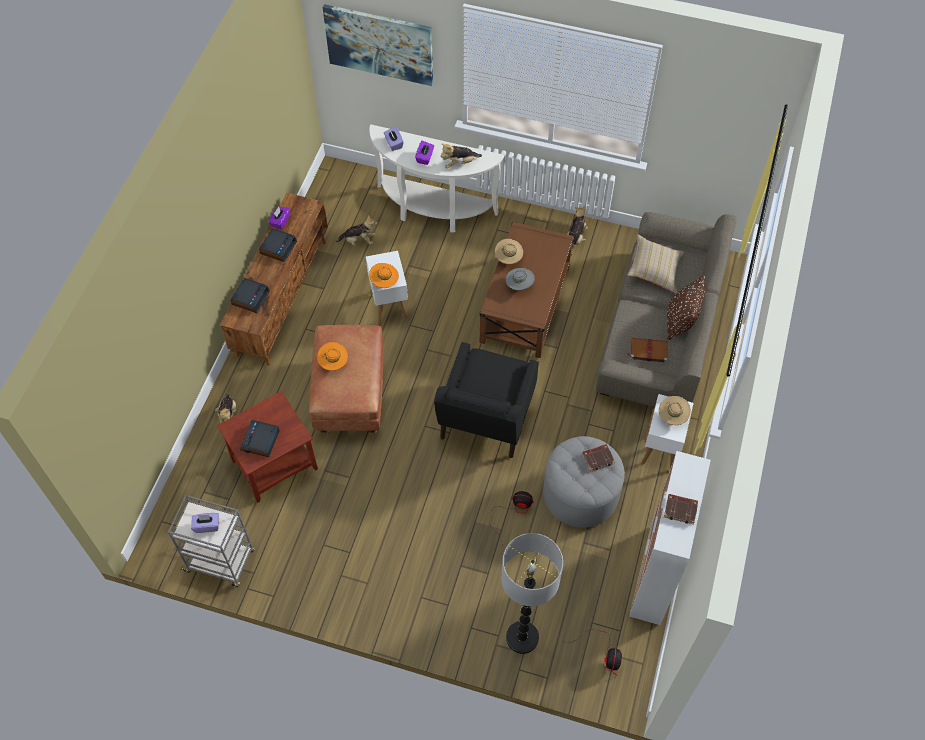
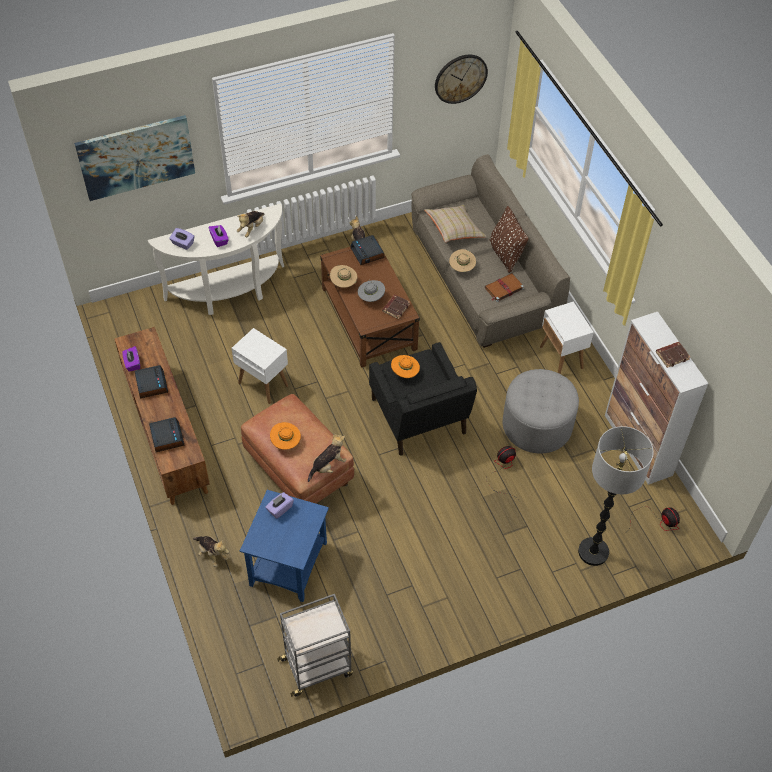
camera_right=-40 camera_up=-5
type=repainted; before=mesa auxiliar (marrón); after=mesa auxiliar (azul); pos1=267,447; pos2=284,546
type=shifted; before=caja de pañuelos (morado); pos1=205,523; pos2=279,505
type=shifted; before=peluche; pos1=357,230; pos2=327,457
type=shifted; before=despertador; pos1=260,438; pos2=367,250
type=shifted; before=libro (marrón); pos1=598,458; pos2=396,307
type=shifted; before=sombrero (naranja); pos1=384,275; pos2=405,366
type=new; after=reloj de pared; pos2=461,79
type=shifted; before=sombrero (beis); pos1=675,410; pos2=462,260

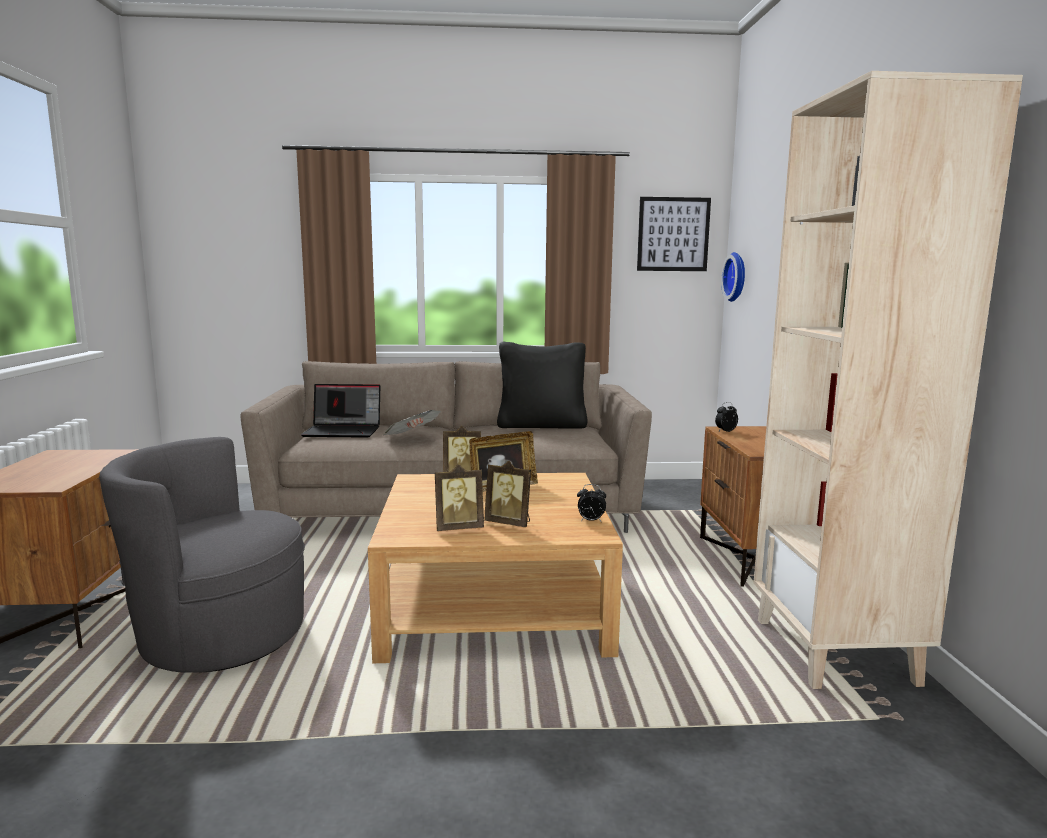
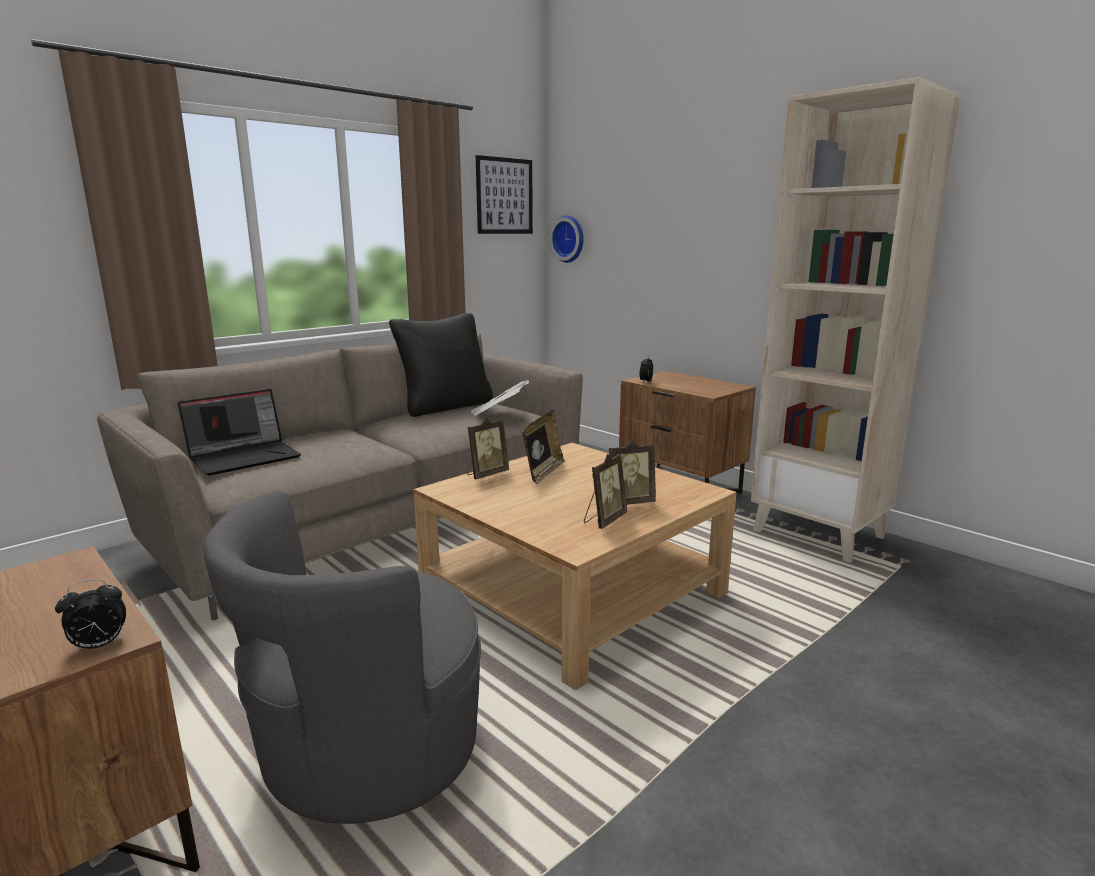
camera_right=-40 camera_up=5
type=shifted; before=despertador; pos1=591,502; pos2=90,616
type=shifted; before=periódico; pos1=412,422; pos2=500,398

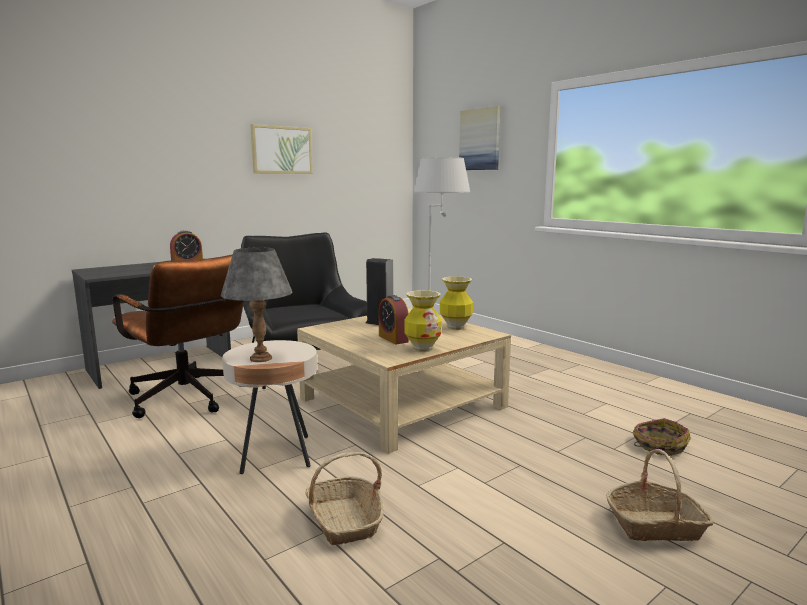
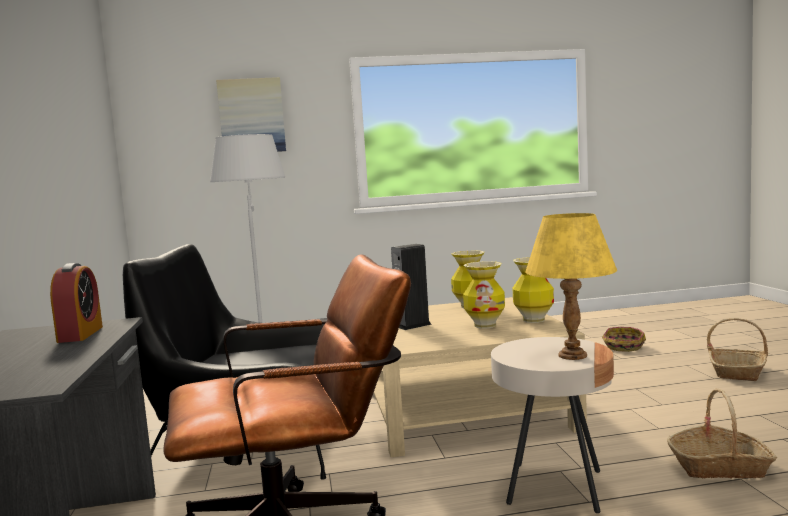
camera_right=-60 camera_up=-5
type=swapped; before=despertador; after=florero; pos1=394,319; pos2=484,294
type=repainted; before=lámpara de mesa (gris); after=lámpara de mesa (amarillo); pos1=256,304; pos2=571,286
type=gone; before=cuadro; pos1=282,149

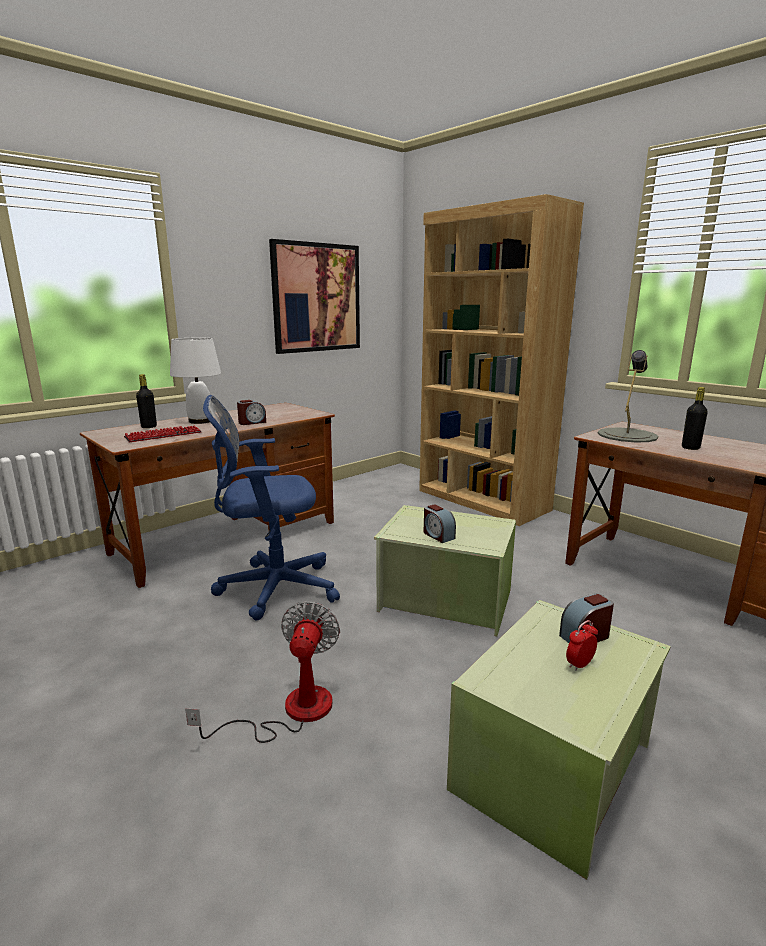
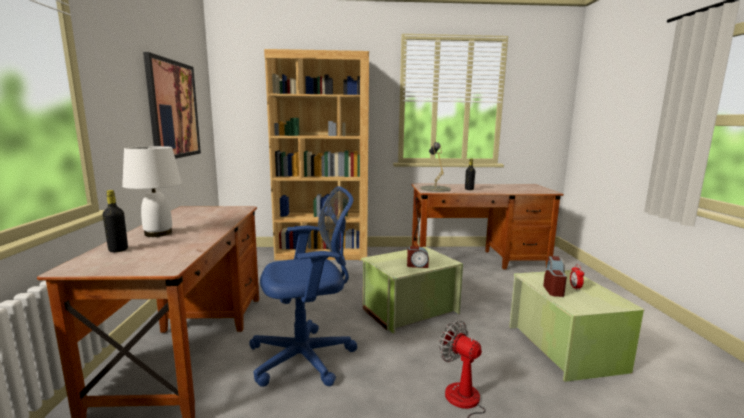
camera_right=-50 camera_up=-5
type=rotated; before=silla de oficina (azul); pos1=271,508; pos2=303,286; turn=-135
type=shifted; before=despertador; pos1=251,412; pos2=555,283
type=gone; before=teclado; pos1=163,434

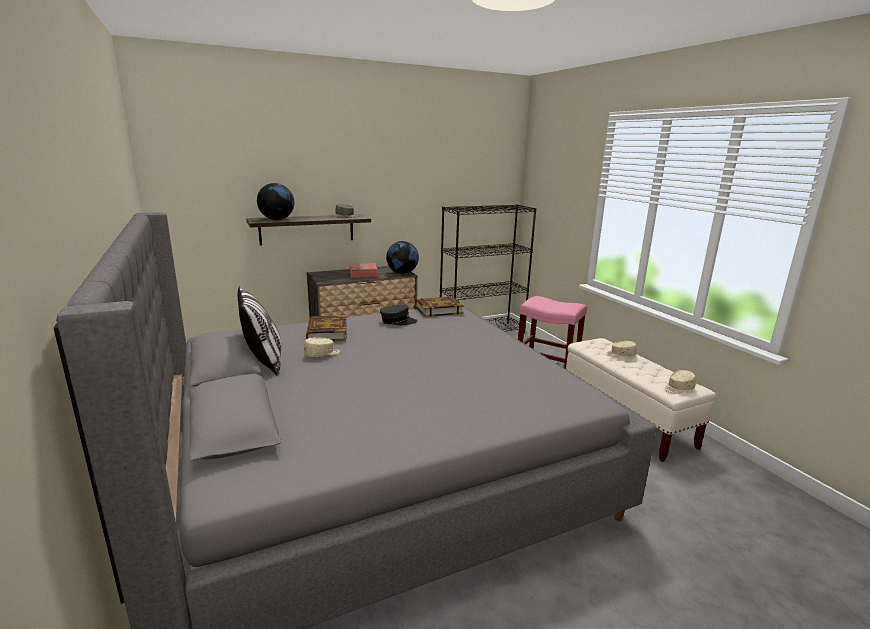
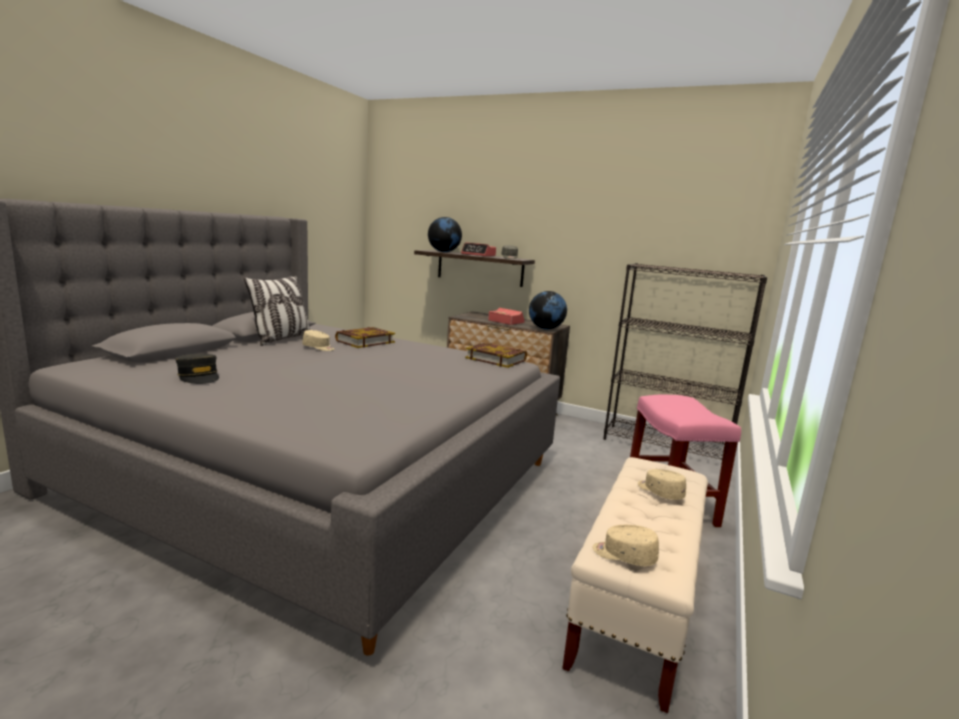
camera_right=50 camera_up=-5
type=shifted; before=gorra (gris); pos1=398,314; pos2=197,369
type=new; after=despertador; pos2=478,249

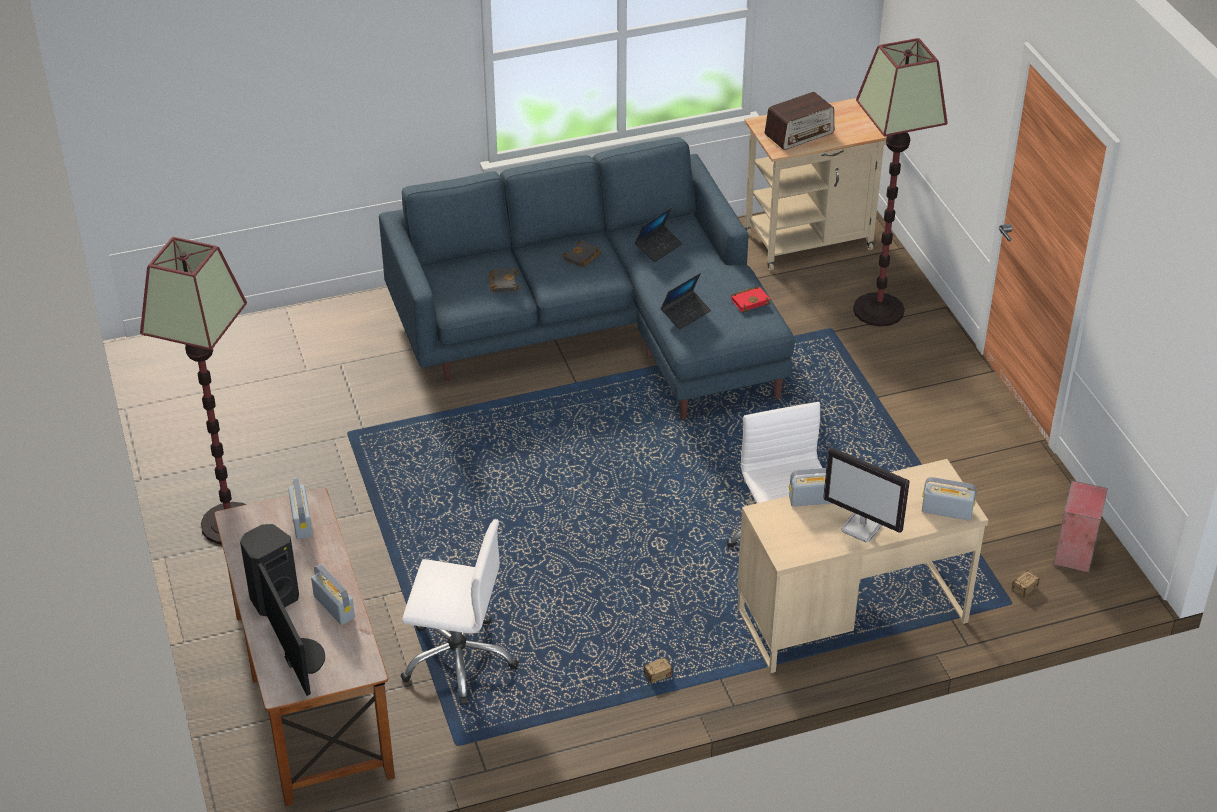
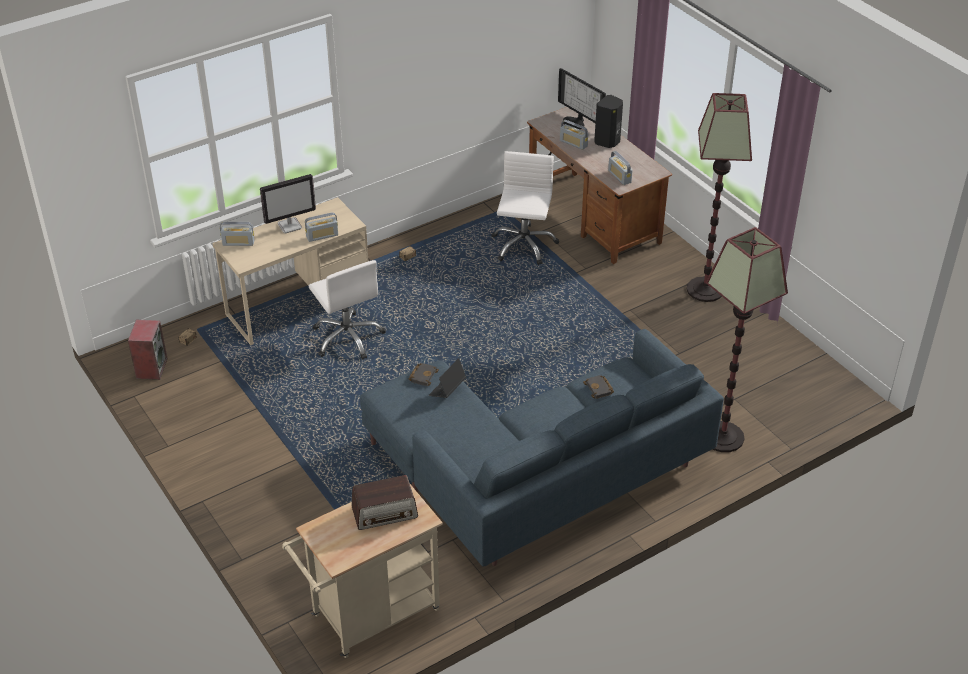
camera_right=165 camera_up=0
type=rotated; before=monitor; pos1=866,494; pos2=288,203; turn=135
type=rotated; before=radio; pos1=799,121; pos2=384,502; turn=-150
type=shifted; before=libro (negro); pos1=581,254; pos2=424,374
type=rotated; before=silla de oficina (blanco); pos1=459,612; pos2=525,208; turn=105
type=shifted; before=lámpara de pie; pos1=900,182; pos2=747,339
type=gone; before=portátil; pos1=659,235
type=gone; before=libro (rojo); pos1=751,299

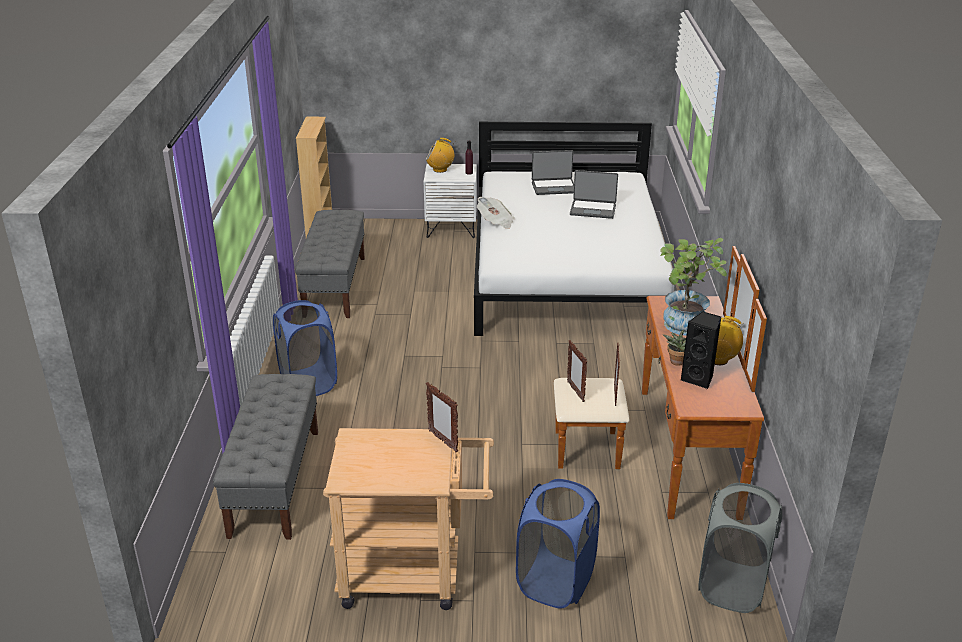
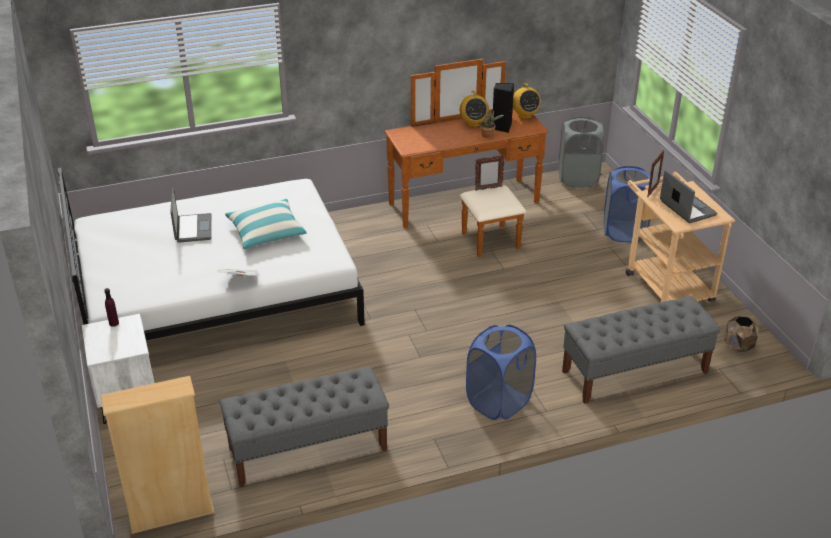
camera_right=-110 camera_up=5
type=new; after=cojín; pos2=265,224
type=shifted; before=radio; pos1=441,155; pos2=527,101
type=shifted; before=portátil; pos1=553,172; pos2=688,196
type=new; after=maceta (marrón); pos2=741,334
type=gone; before=portarretratos; pos1=577,371
type=gone; before=planta en maceta; pos1=693,286

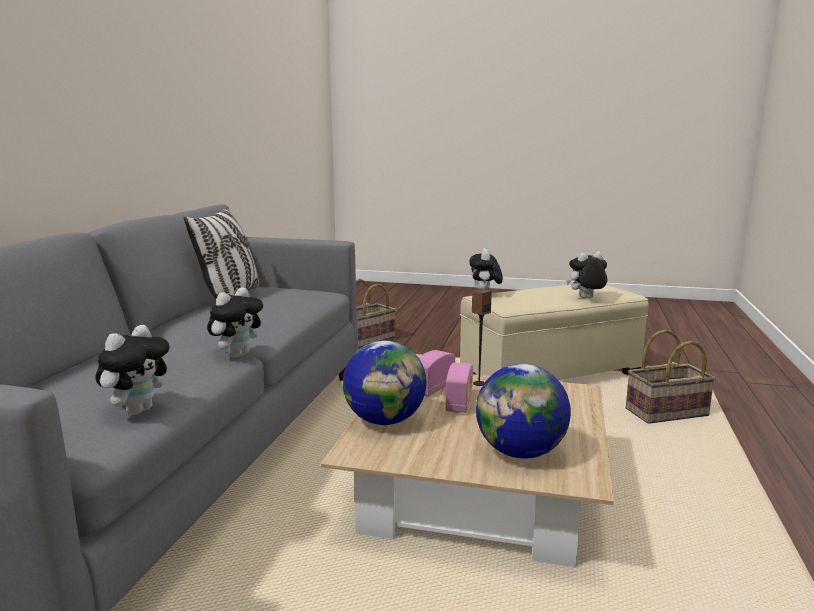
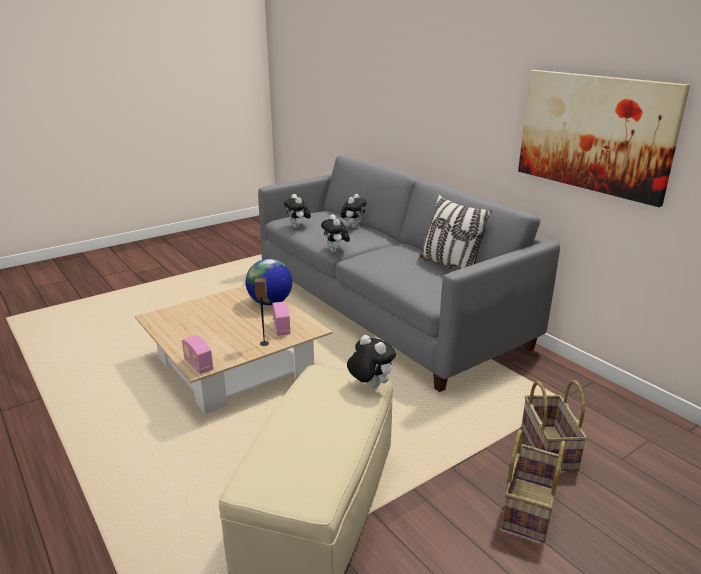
camera_right=130 camera_up=10
type=shifted; before=radio; pos1=459,388; pos2=197,354
type=shifted; before=peluche; pos1=586,274; pos2=354,211
type=shifted; before=cesta; pos1=670,376; pos2=533,485
type=new; after=cuadro; pos2=604,138
type=gone; before=globo terráqueo; pos1=523,411

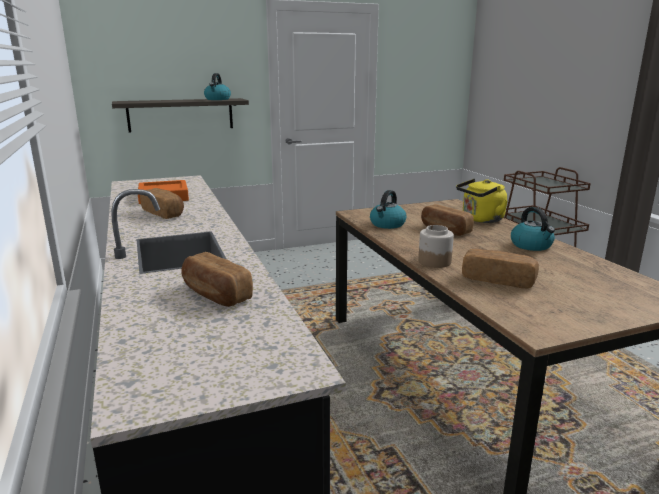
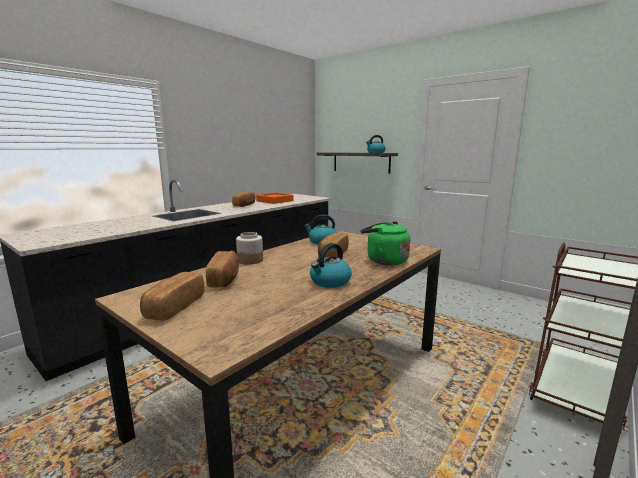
camera_right=60 camera_up=-5
type=shifted; before=pan; pos1=217,279; pos2=172,296
type=repainted; before=hervidor (amarillo); after=hervidor (verde); pos1=482,201; pos2=385,243

